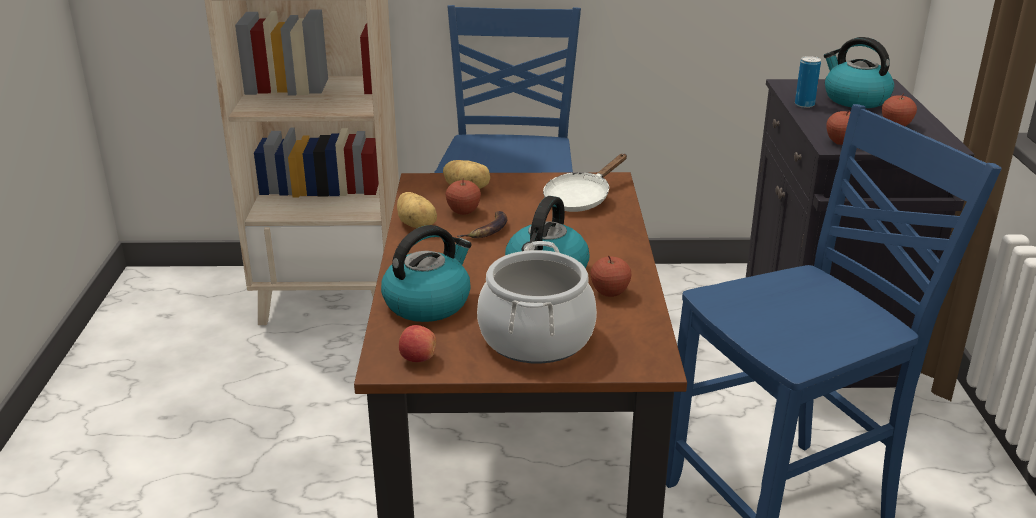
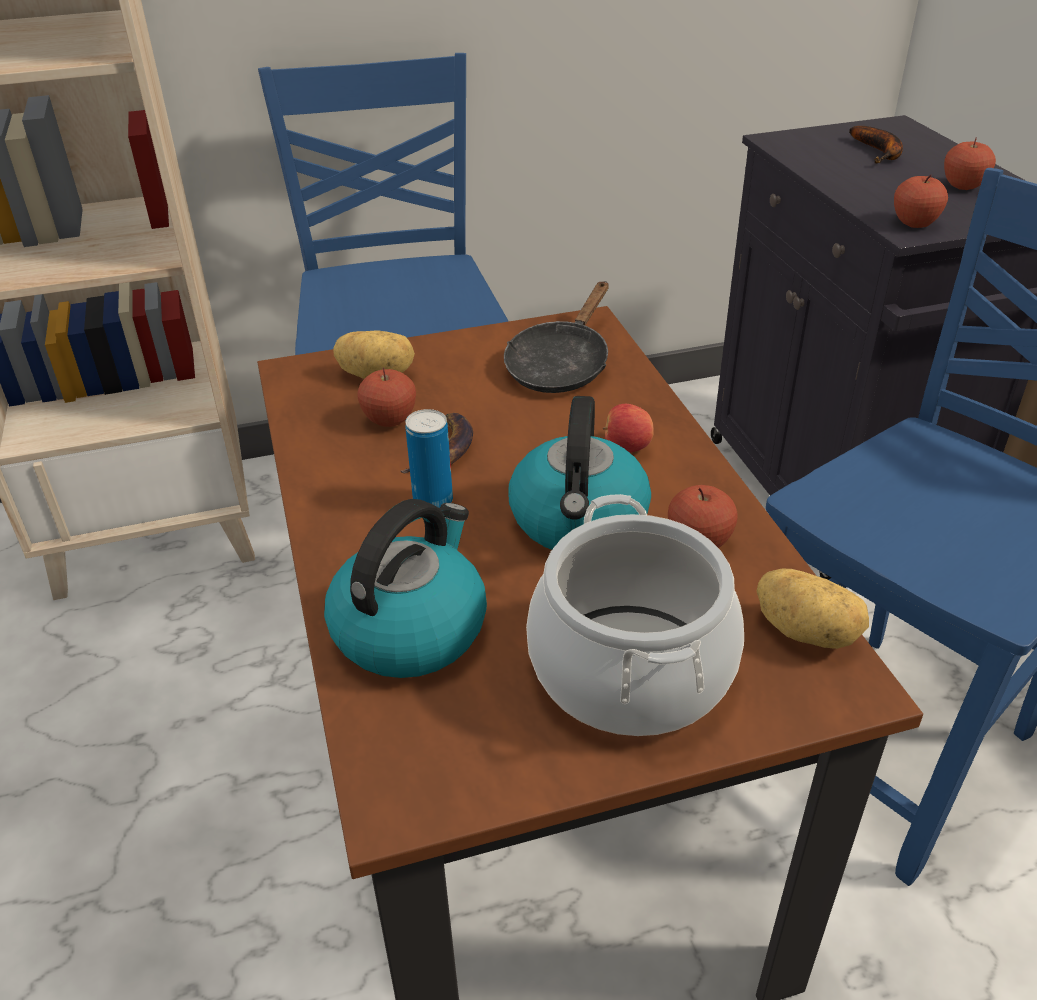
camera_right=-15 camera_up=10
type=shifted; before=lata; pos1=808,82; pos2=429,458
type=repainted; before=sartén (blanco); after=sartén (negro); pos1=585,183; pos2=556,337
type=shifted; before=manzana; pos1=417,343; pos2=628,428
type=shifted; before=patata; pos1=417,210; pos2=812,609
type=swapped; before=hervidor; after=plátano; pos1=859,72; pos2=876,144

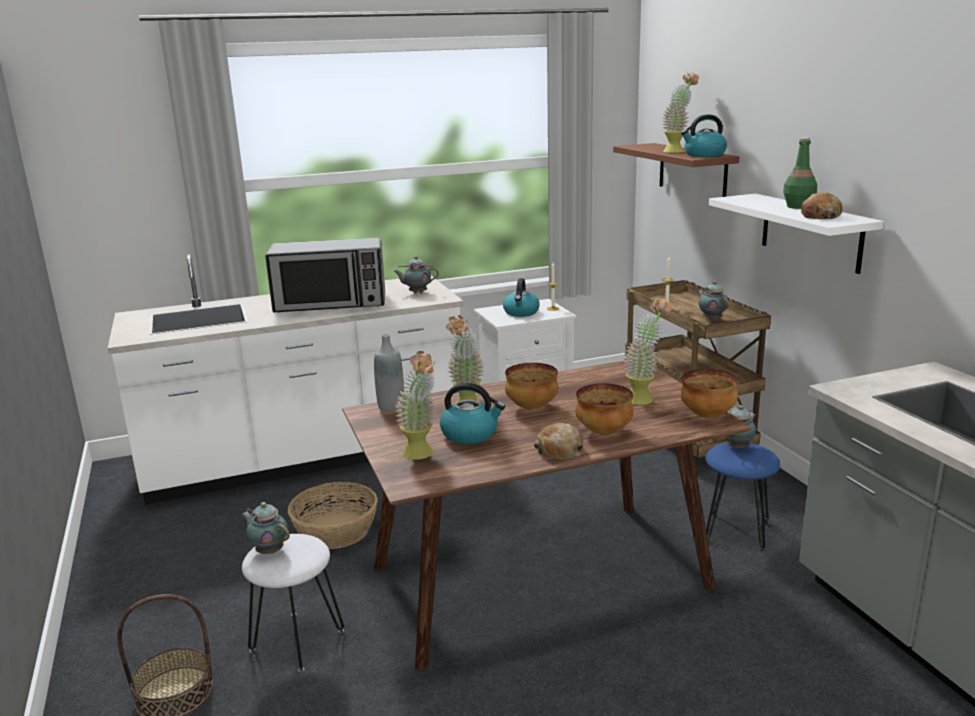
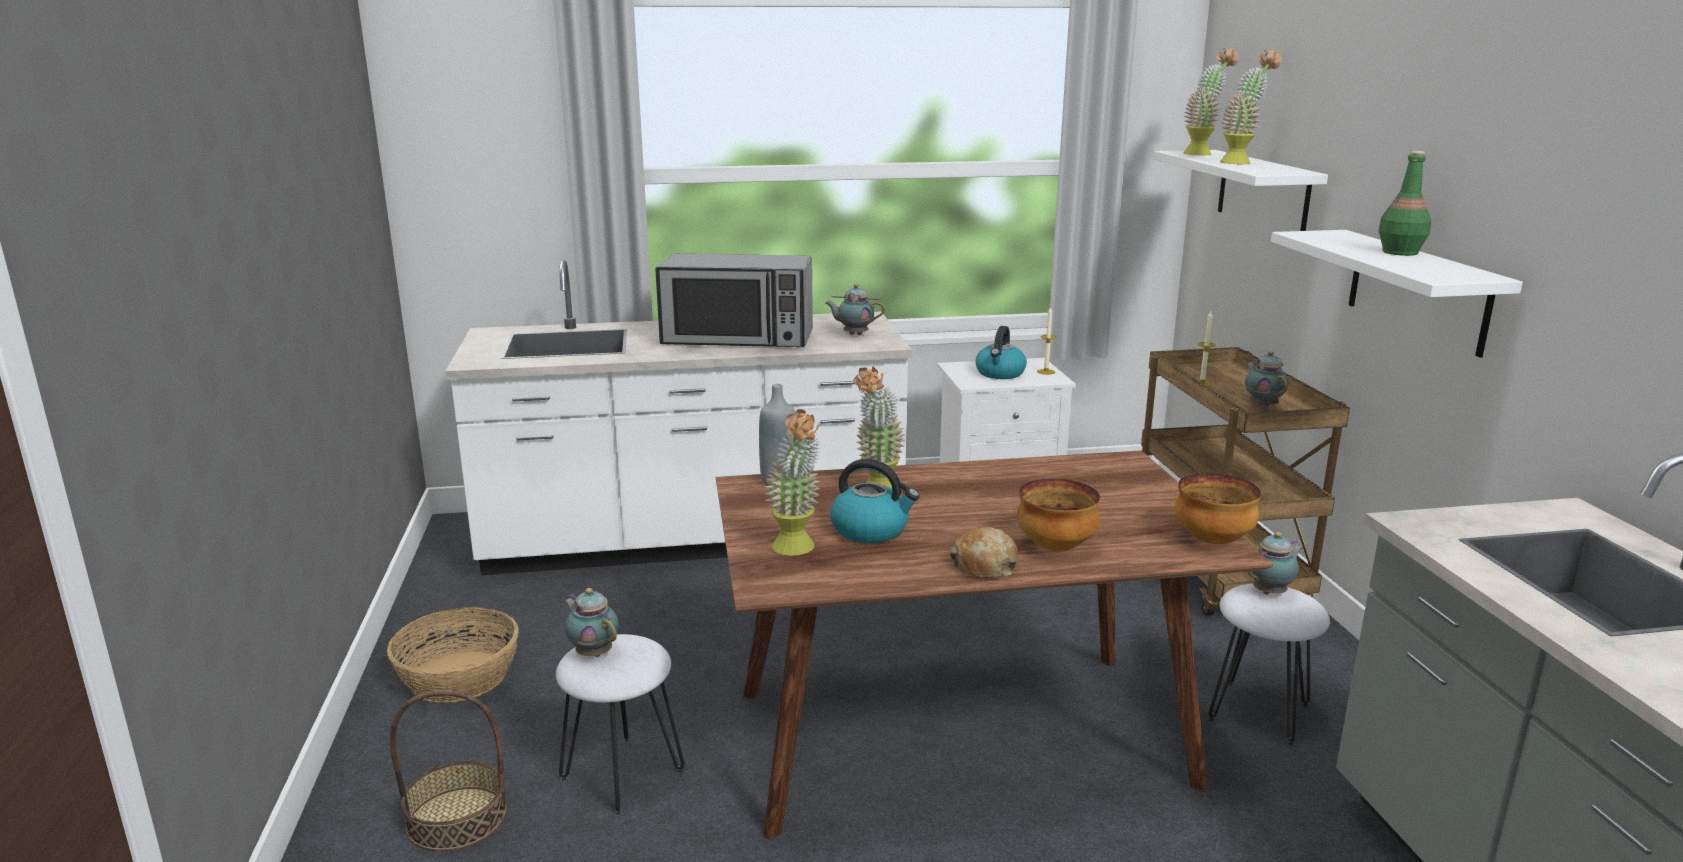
camera_right=10 camera_up=0
type=shifted; before=cesta; pos1=333,515; pos2=453,655
type=repainted; before=estante (marrón); after=estante (blanco); pos1=676,170; pos2=1241,190
type=shifted; before=planta en maceta; pos1=648,351; pos2=1211,102
type=repainted; before=taburete (azul); after=taburete (blanco); pos1=743,497; pos2=1269,665
type=gone; before=cuenco; pos1=532,386
type=gone; before=hervidor; pos1=704,135
type=gone; before=pan; pos1=821,205

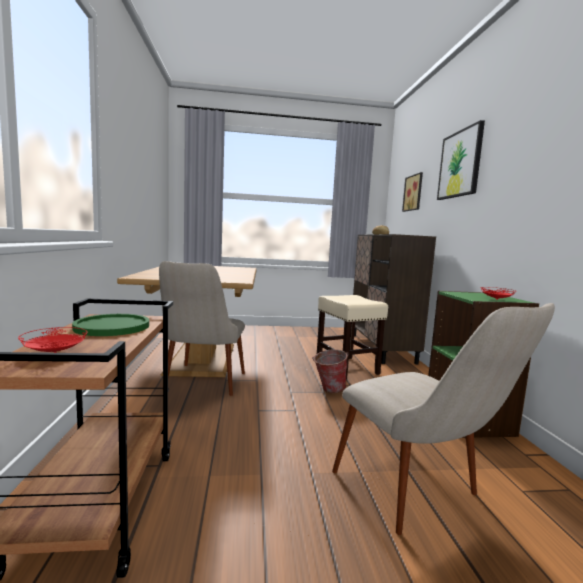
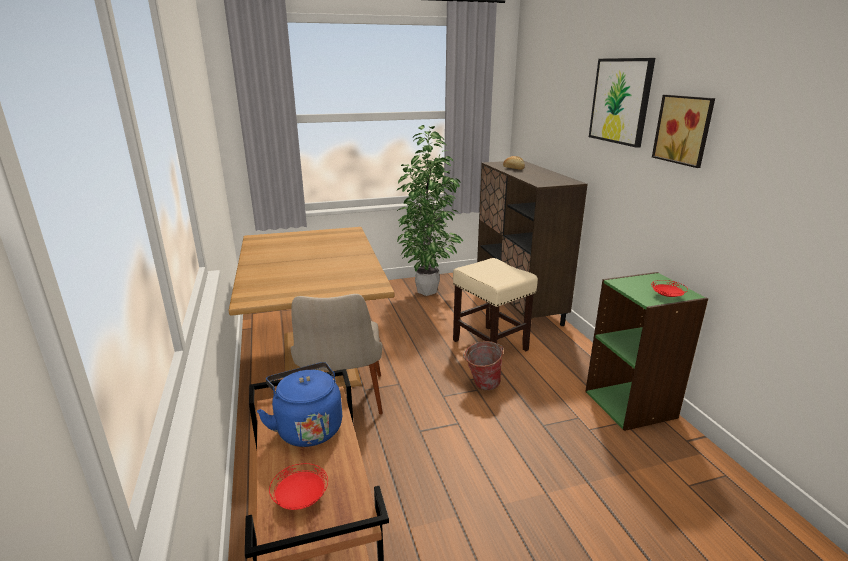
camera_right=-10 camera_up=15
type=swapped; before=plato (verde); after=hervidor (azul); pos1=110,325; pos2=299,404
type=new; after=planta en maceta; pos2=429,210
type=shifted; before=cuadro; pos1=412,192; pos2=683,131
type=gone; before=silla (beis); pos1=443,419

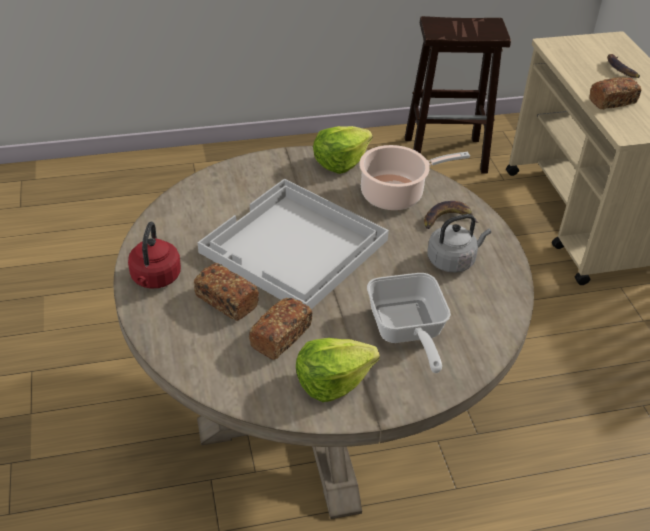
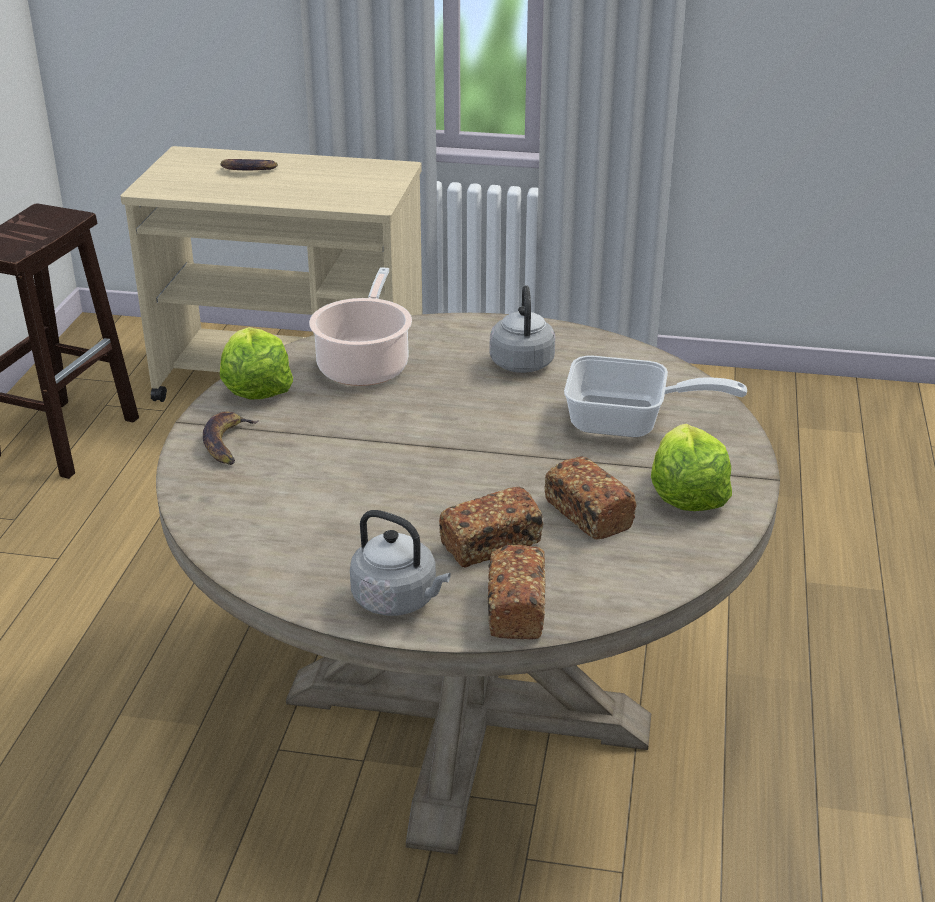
camera_right=-65 camera_up=-10
type=shifted; before=plátano; pos1=451,215; pos2=231,438
type=repainted; before=hervidor (rojo); after=hervidor (gris); pos1=154,255; pos2=400,563
type=shifted; before=pan; pos1=615,93; pos2=517,592
type=gone; before=bandeja (blanco); pos1=293,244

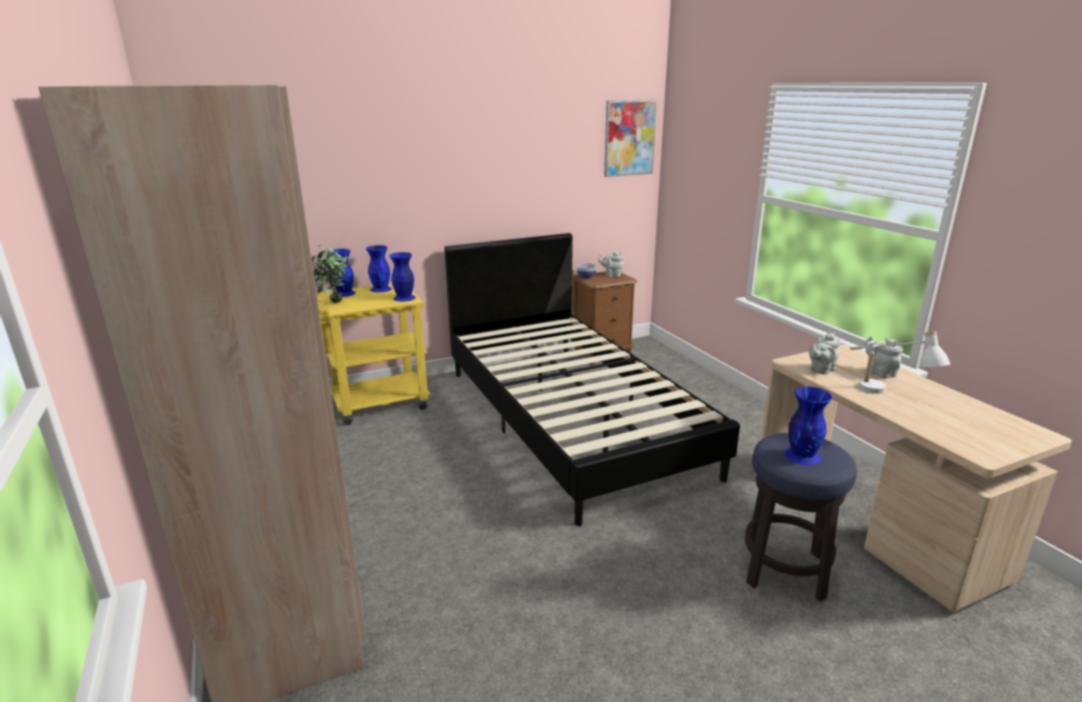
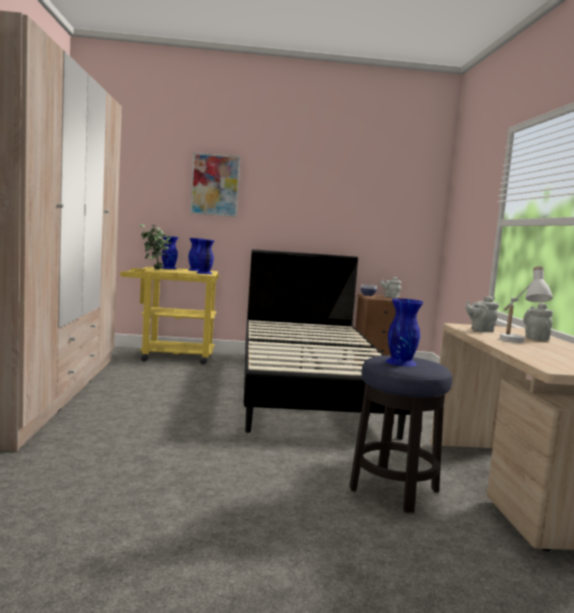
camera_right=20 camera_up=-15
type=shifted; before=cuadro; pos1=630,138; pos2=215,184

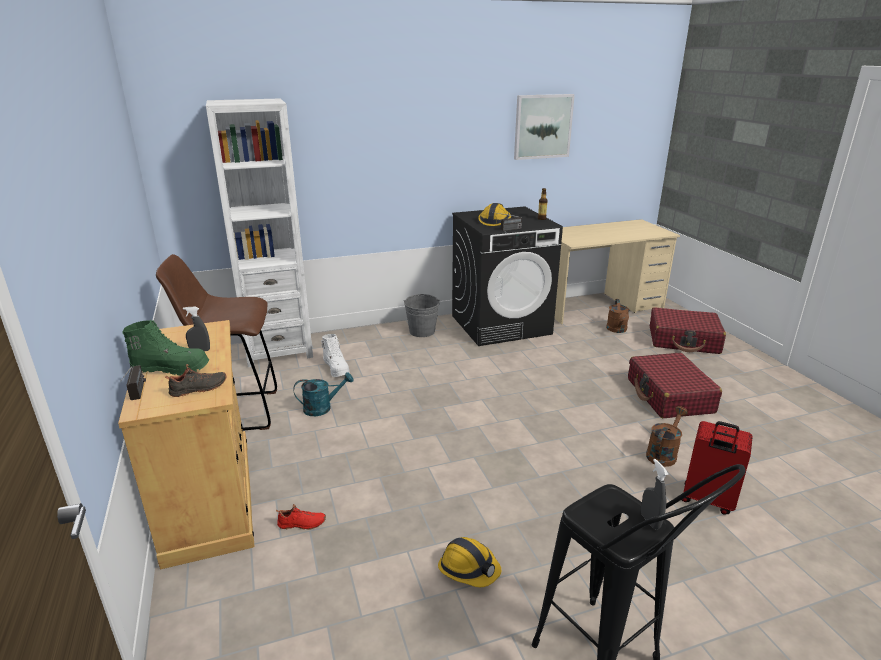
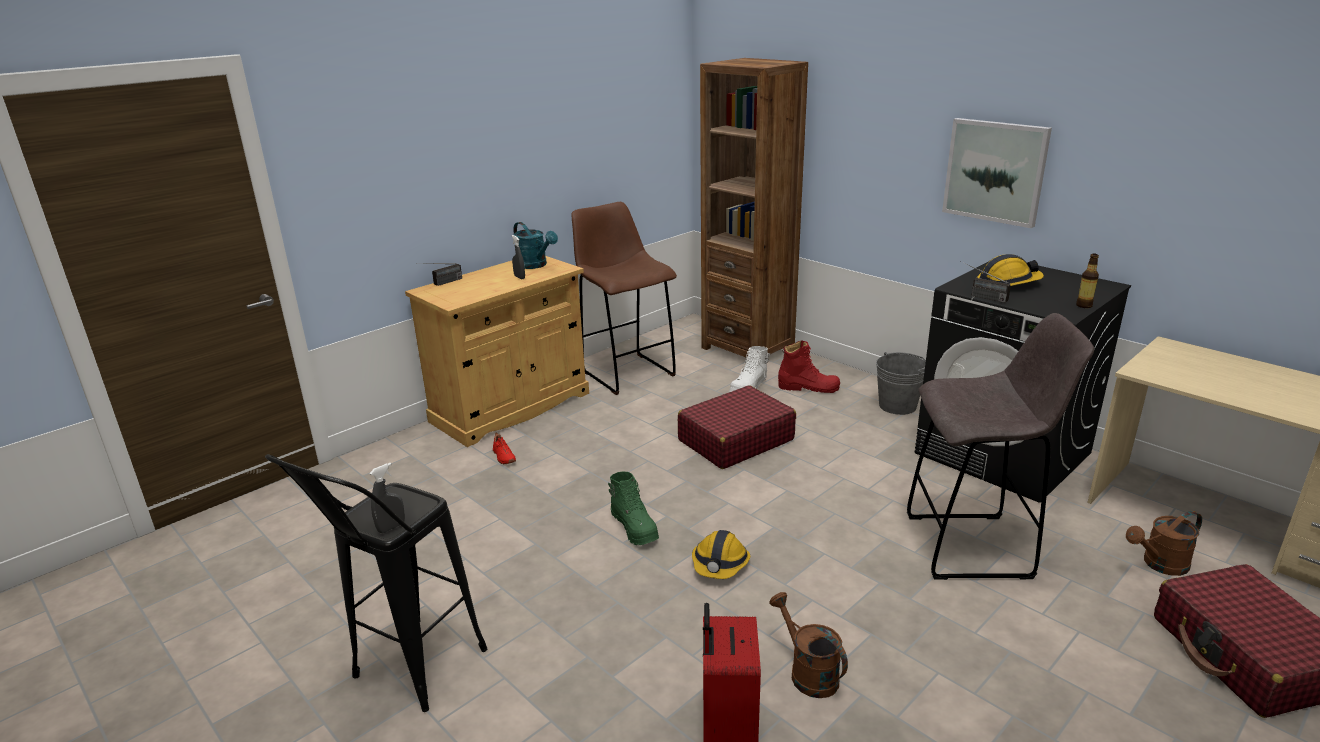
camera_right=65 camera_up=0
type=shifted; before=regadera (turquesa); pos1=324,394; pos2=536,245
type=shifted; before=bota (verde); pos1=165,348; pos2=633,508
type=shifted; before=maleta (rojo); pos1=675,385; pos2=737,427
type=shifted; before=casco; pos1=470,562; pos2=721,554
type=repainted; before=estantería (blanco); after=estantería (marrón); pos1=259,233; pos2=754,208
type=rotated; before=regadera (marrón); pos1=667,436; pos2=808,645; turn=-135
type=new; after=bota (rojo); pos2=809,366
type=new; after=taburete (gris); pos2=1000,446
type=shifted; before=cuadro; pos1=544,127; pos2=997,173
type=gone; before=zapato (negro); pos1=195,380

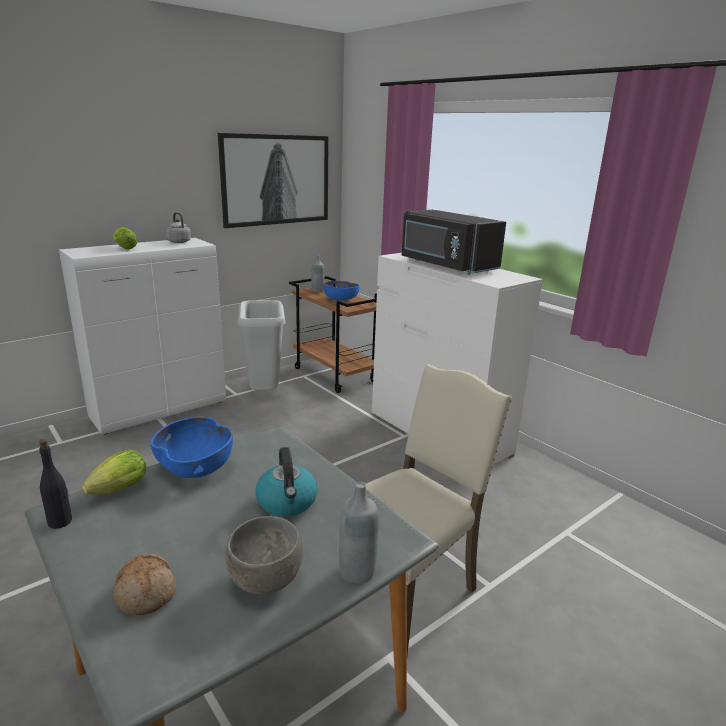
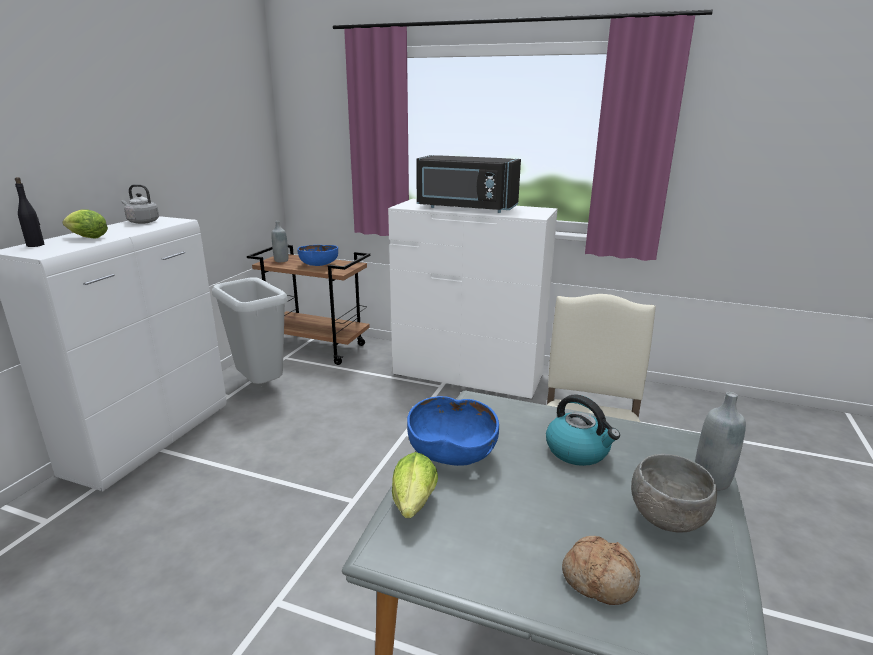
camera_right=-30 camera_up=0
type=shifted; before=botella (negro); pos1=55,484; pos2=29,212
type=gone; before=cuadro; pos1=273,180

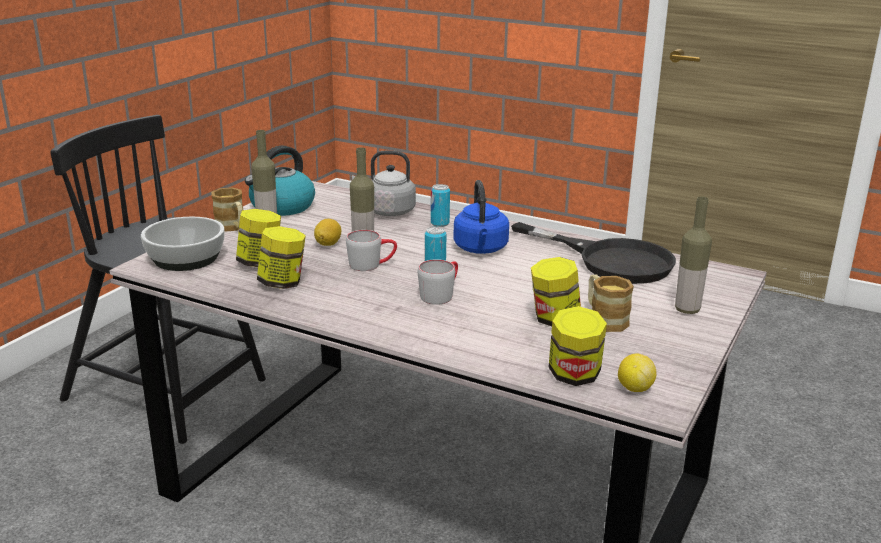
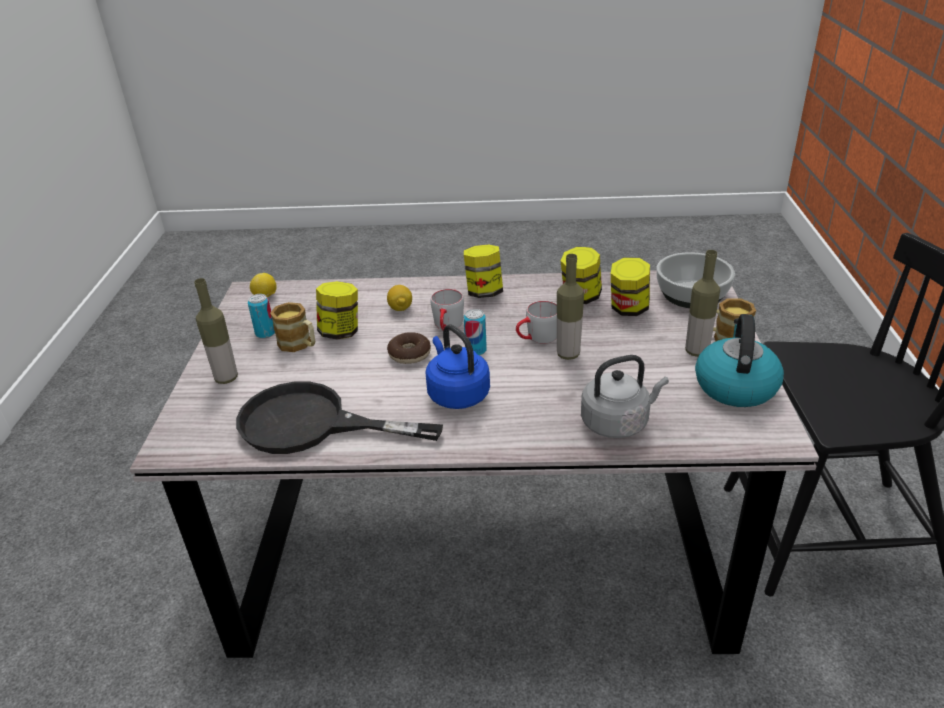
camera_right=155 camera_up=10
type=shifted; before=lata; pos1=440,205; pos2=261,316
type=shifted; before=limón; pos1=328,232; pos2=399,298
type=new; after=rosquilla; pos2=409,348
type=shifted; before=tarro; pos1=577,346; pos2=483,271

